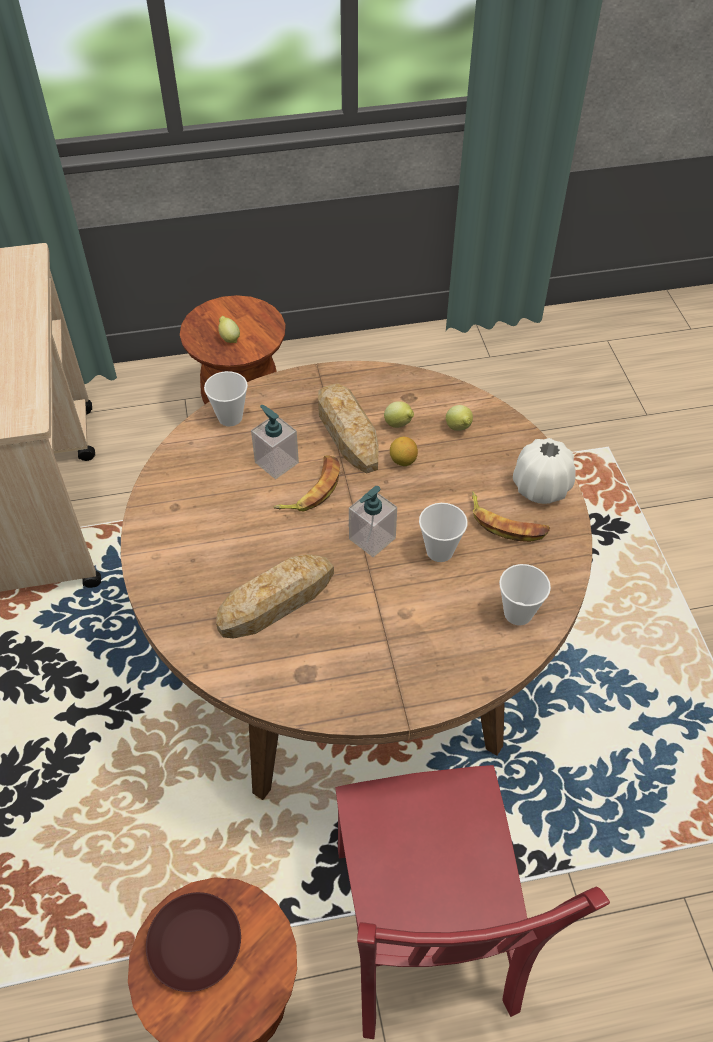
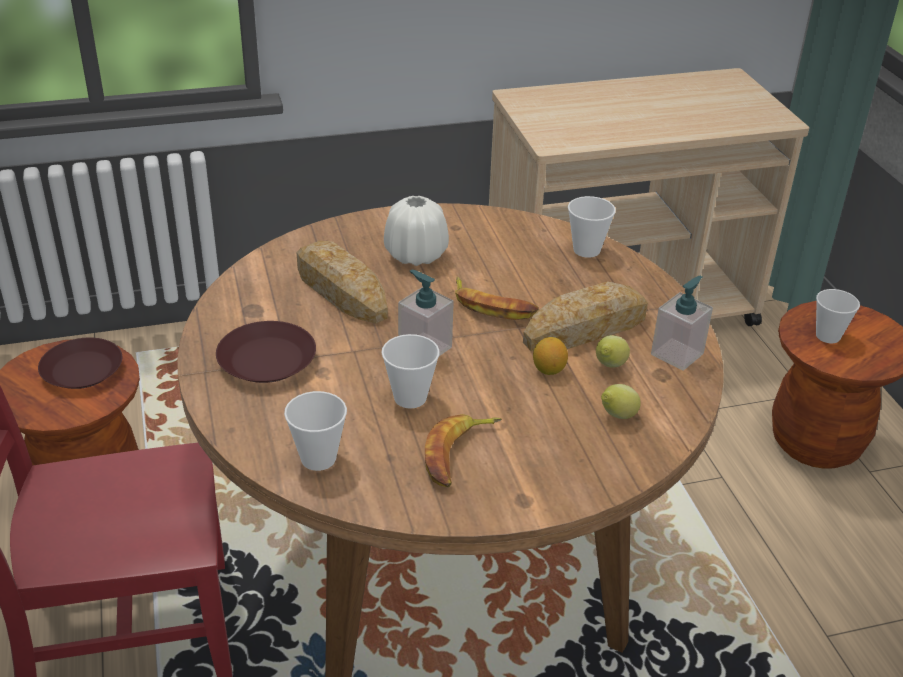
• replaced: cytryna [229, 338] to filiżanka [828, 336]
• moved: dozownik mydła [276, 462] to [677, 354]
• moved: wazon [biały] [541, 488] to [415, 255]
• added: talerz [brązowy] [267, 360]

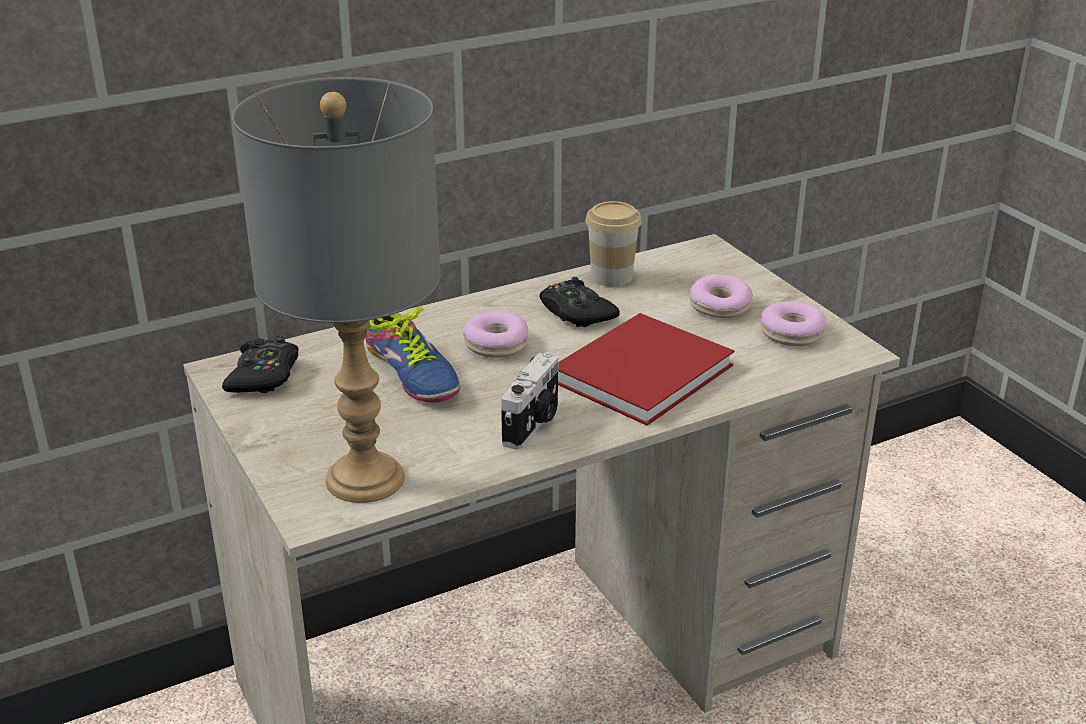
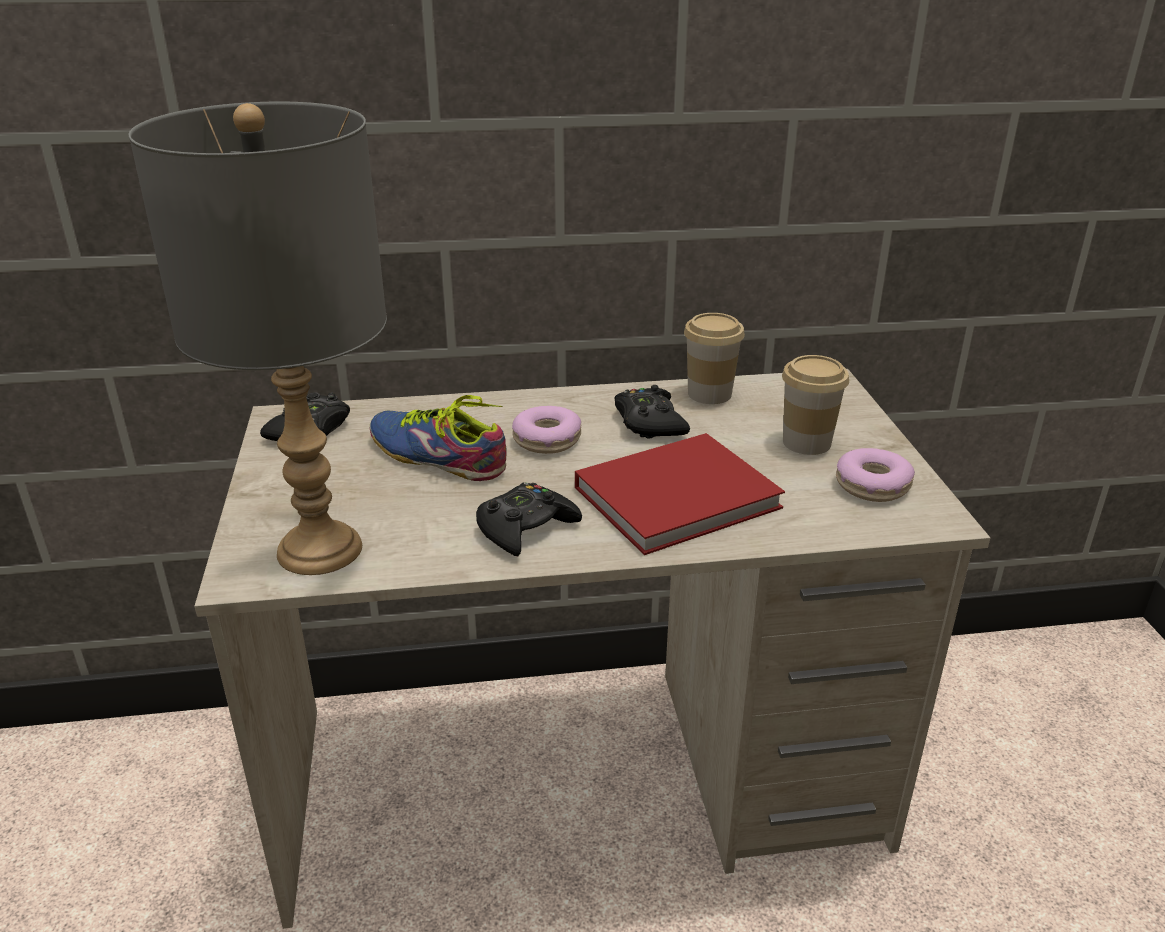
• turned: but [407, 374] = [440, 453] 135 degrees clockwise
• replaced: aparat fotograficzny [533, 424] to pad do gier [czarny] [525, 528]
• replaced: donut [719, 306] to filiżanka [806, 442]

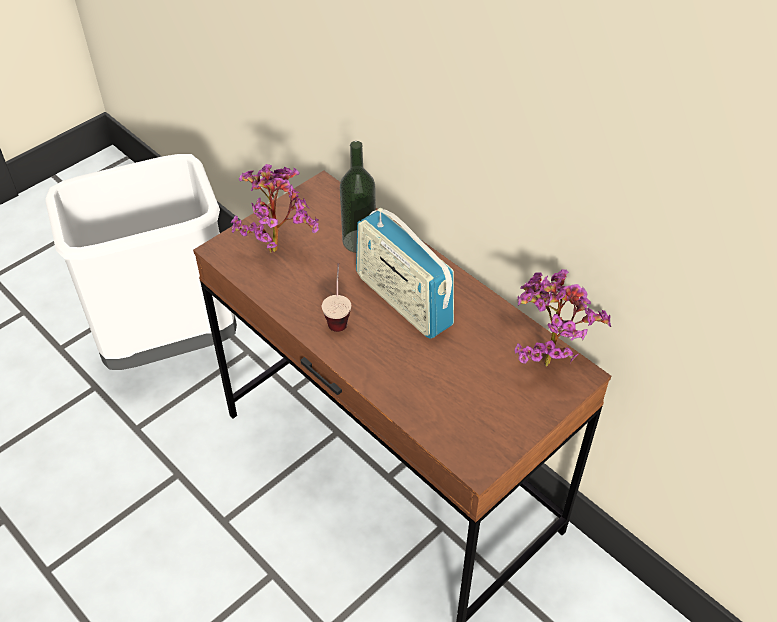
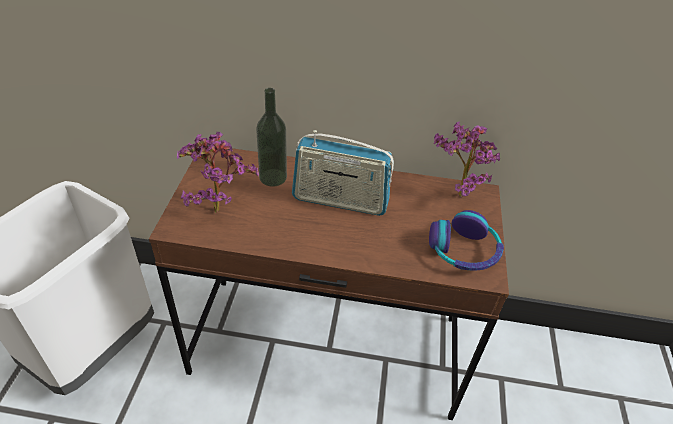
• removed: filiżanka [338, 315]
• added: słuchawki [464, 251]

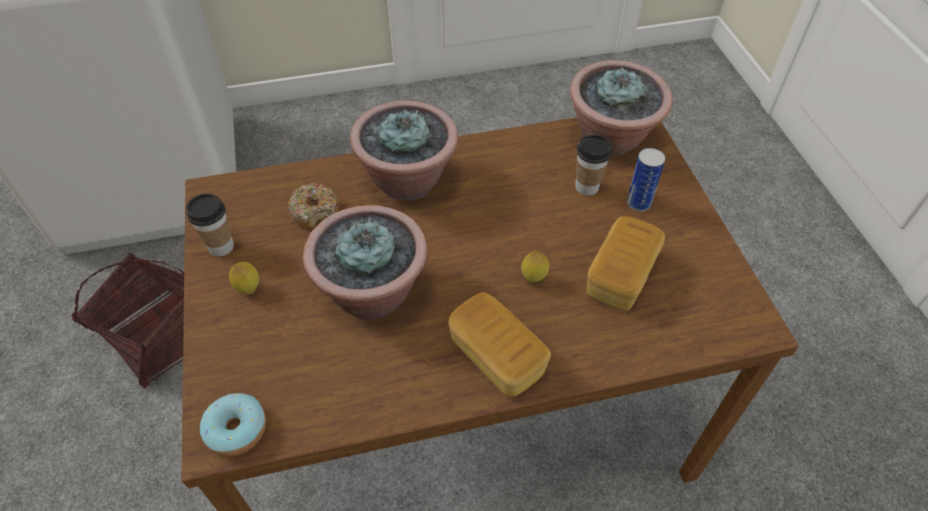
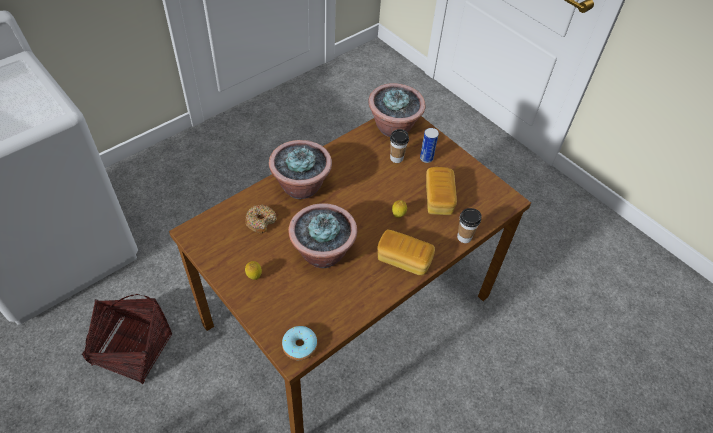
• moved: filiżanka [221, 246] to [464, 237]

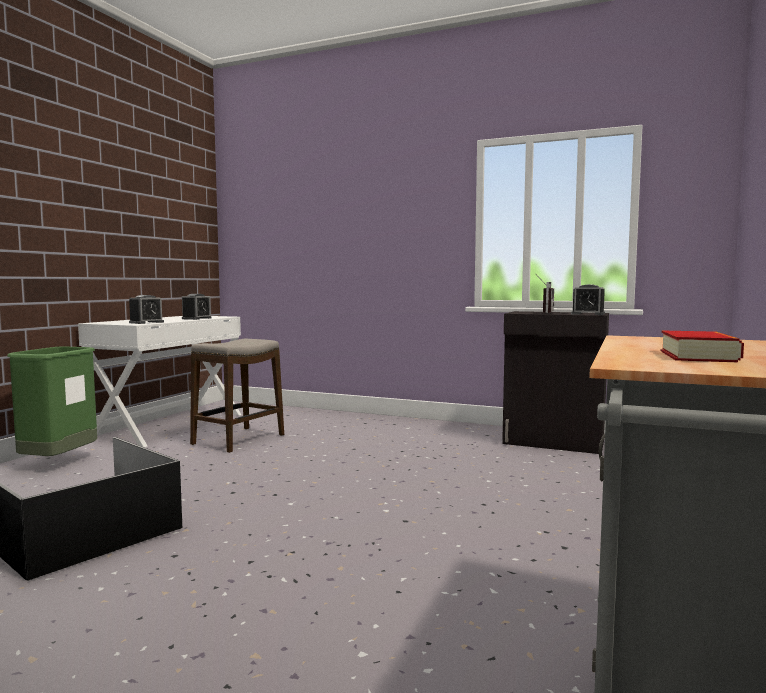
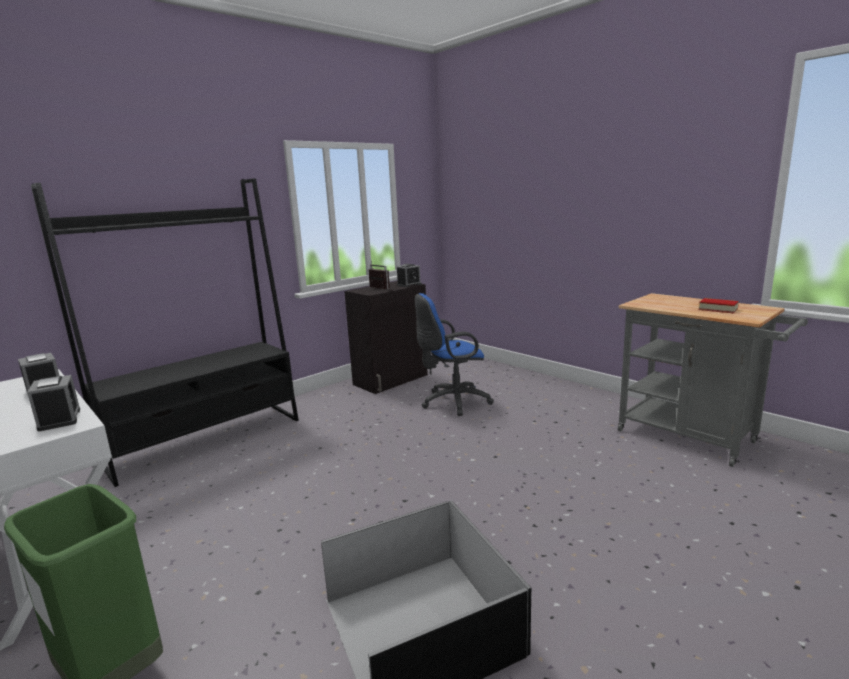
• removed: stołek [239, 440]
• added: regał [czarny] [207, 440]
• added: krzesło biurowe [niebieski] [452, 402]

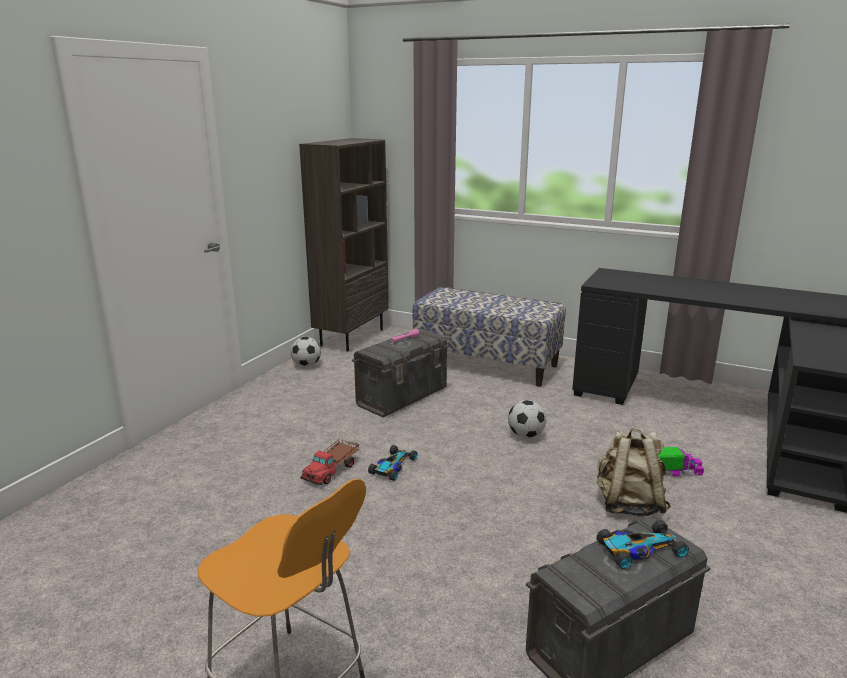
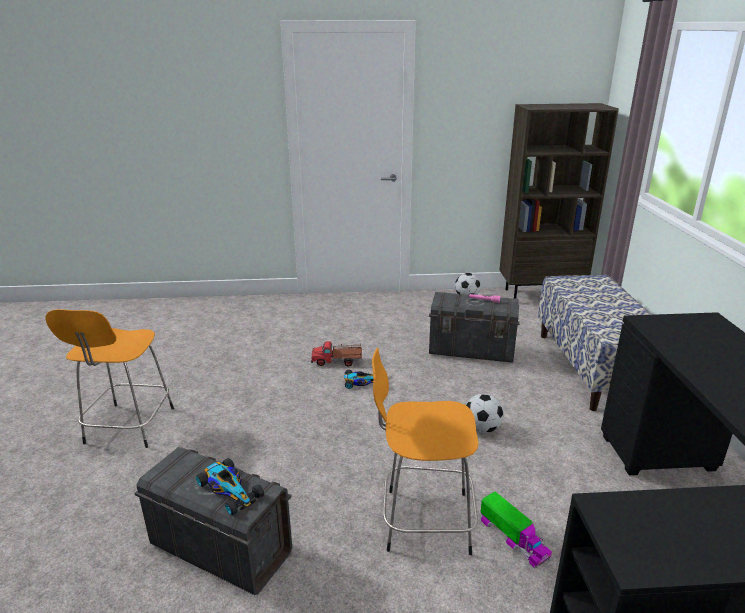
• replaced: plecak [beżowy] [628, 504] to stołek [pomarańczowy] [423, 520]

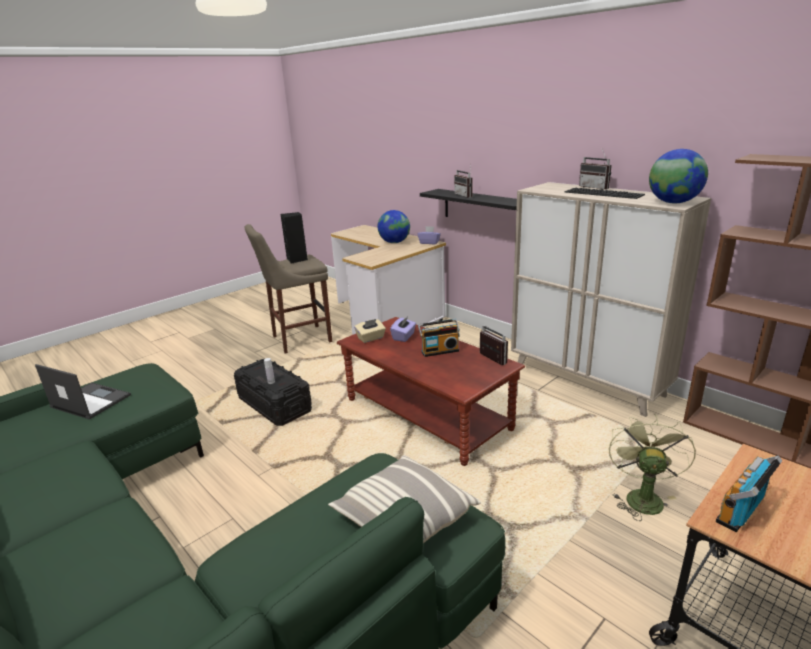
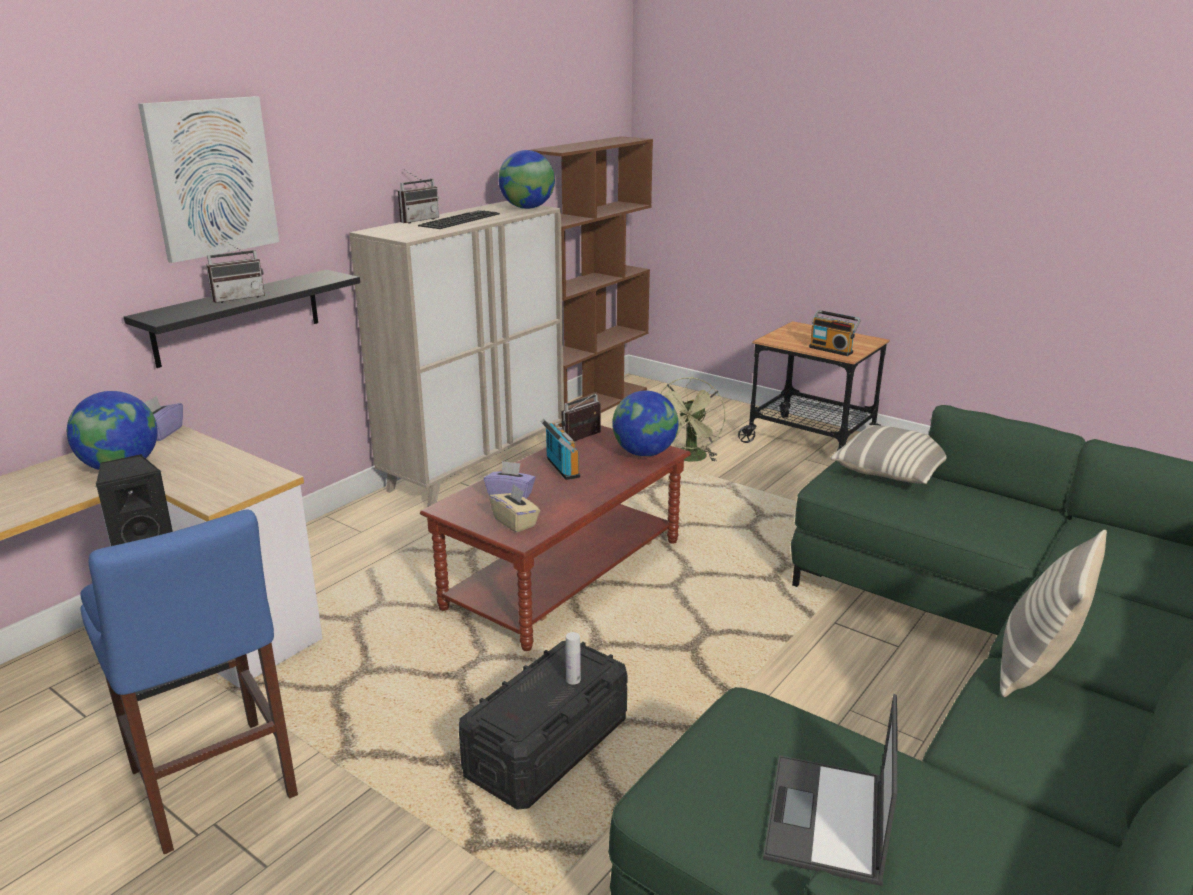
• recoloured: stołek [beżowy] [298, 339] to stołek [niebieski] [215, 788]
• turned: wentylator [zielony] [641, 496] = [689, 459] 75 degrees counterclockwise
• added: obraz [211, 177]
• added: globus [644, 453]
• added: poduszka [1035, 667]

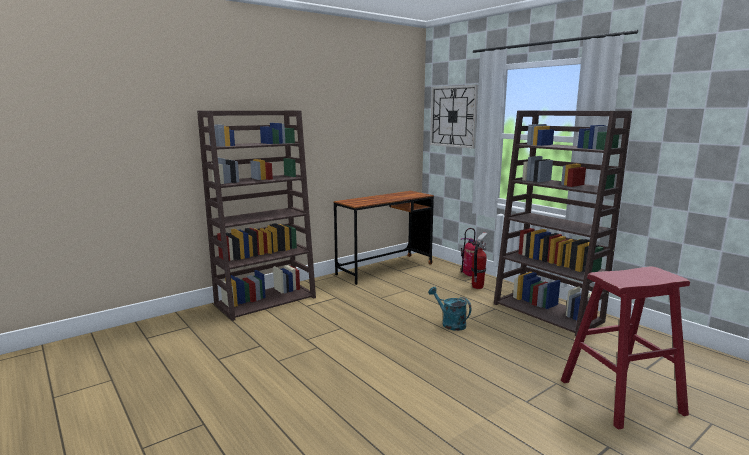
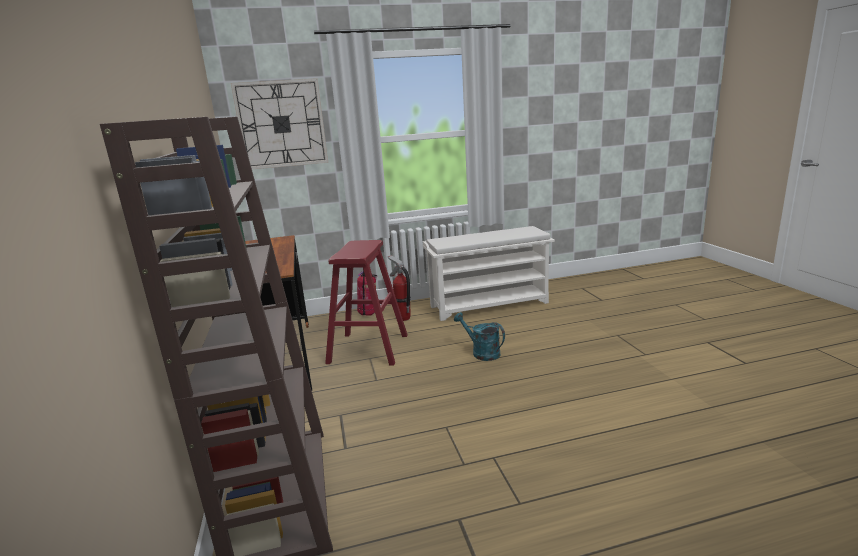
• turned: konewka [turkusowy] [450, 323] = [481, 352] 60 degrees clockwise
• replaced: regał [brązowy] [548, 313] to regał na buty [biały] [489, 304]
• moved: stołek [czerwony] [620, 397] to [368, 349]

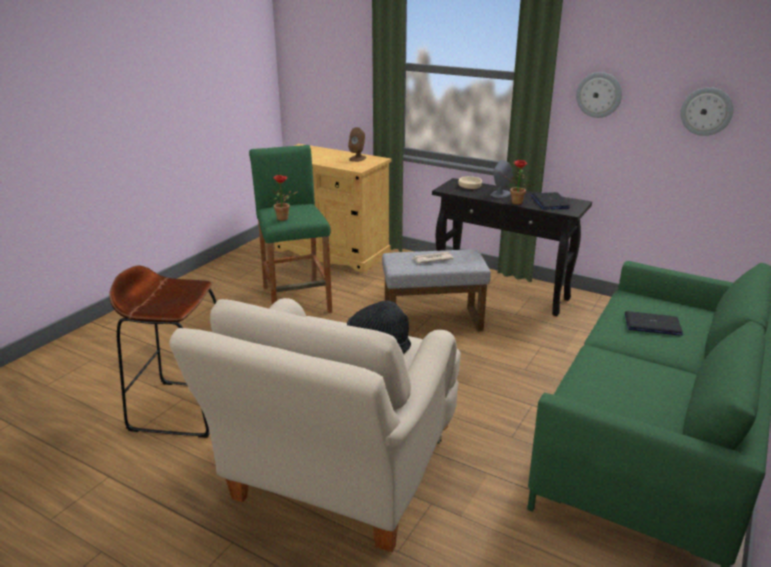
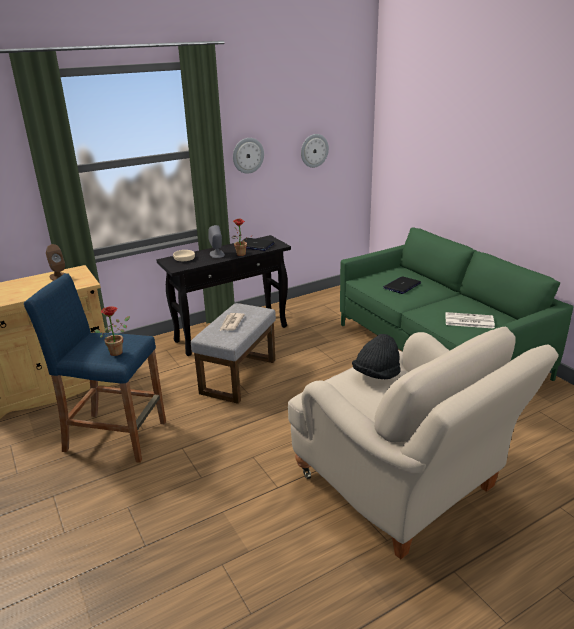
• removed: stołek [brązowy] [184, 408]
• recoloured: stołek [zielony] [296, 299] to stołek [niebieski] [116, 436]
• added: gazeta [468, 321]

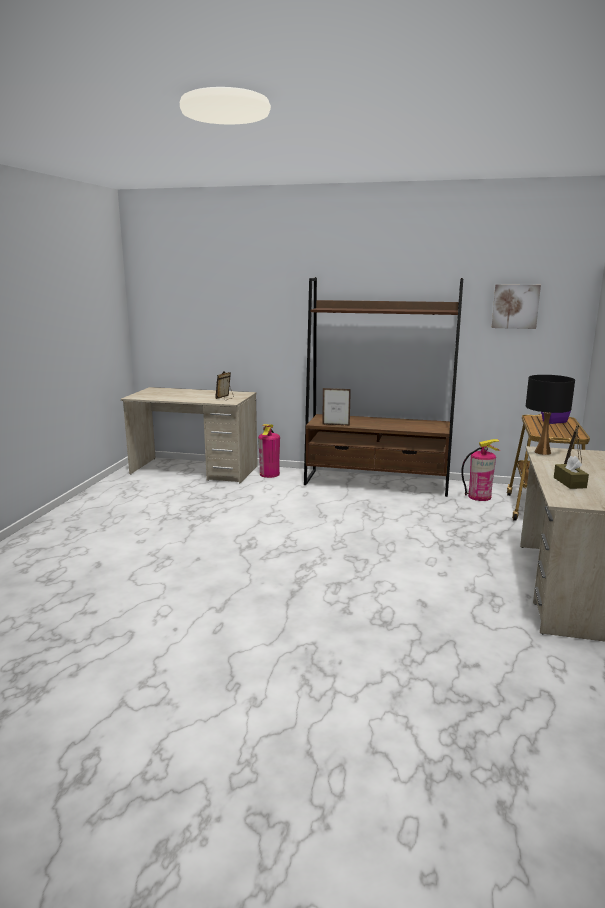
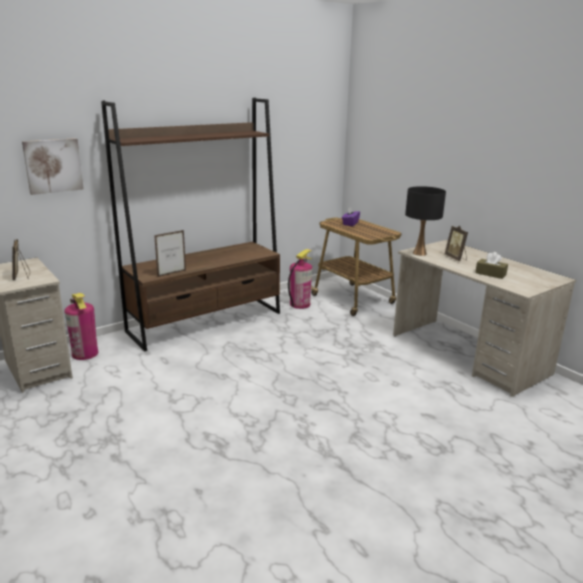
• moved: obraz [515, 306] to [53, 165]

